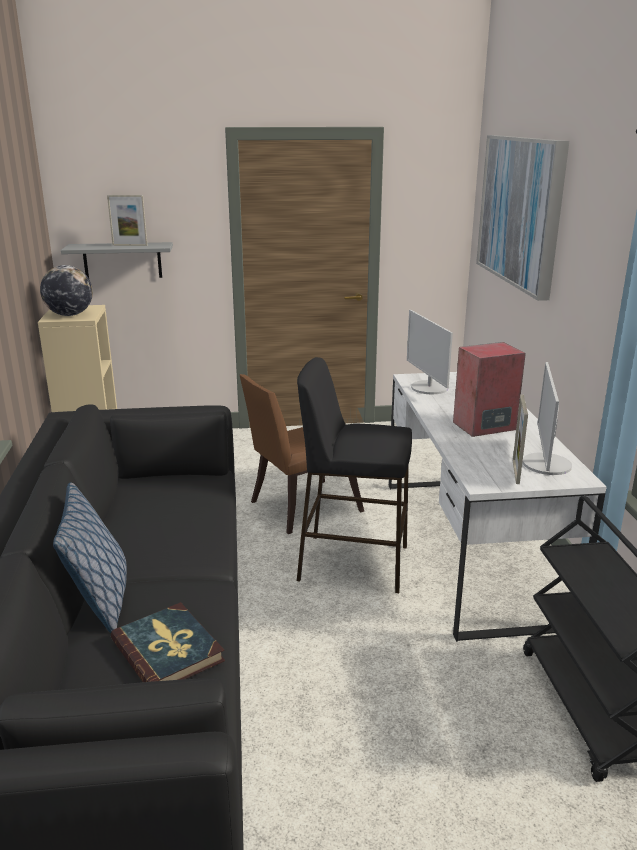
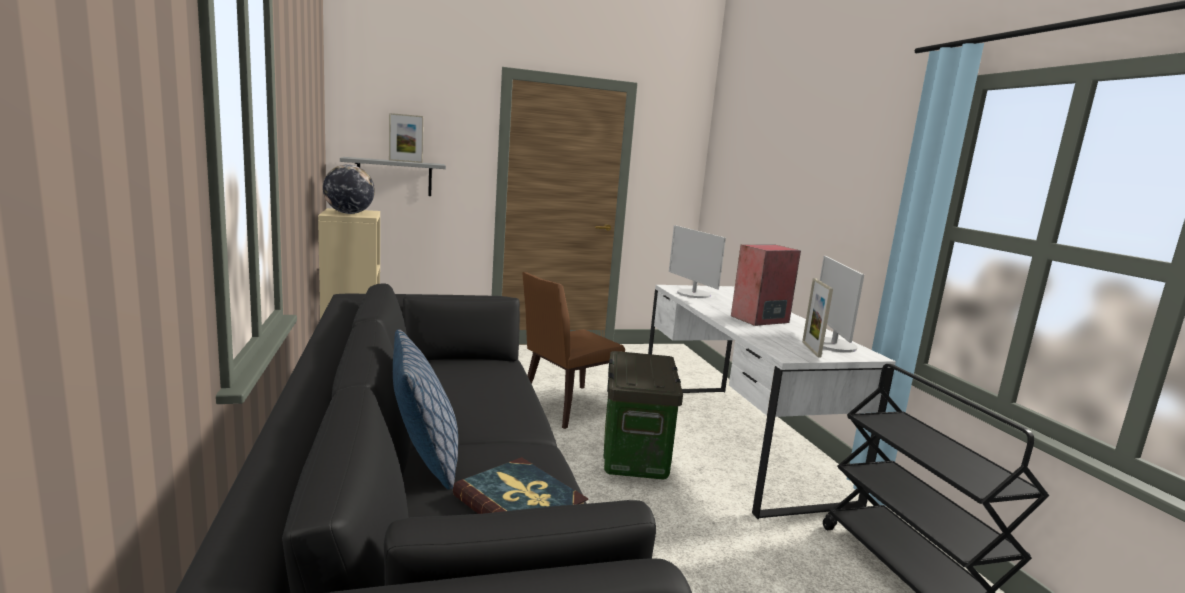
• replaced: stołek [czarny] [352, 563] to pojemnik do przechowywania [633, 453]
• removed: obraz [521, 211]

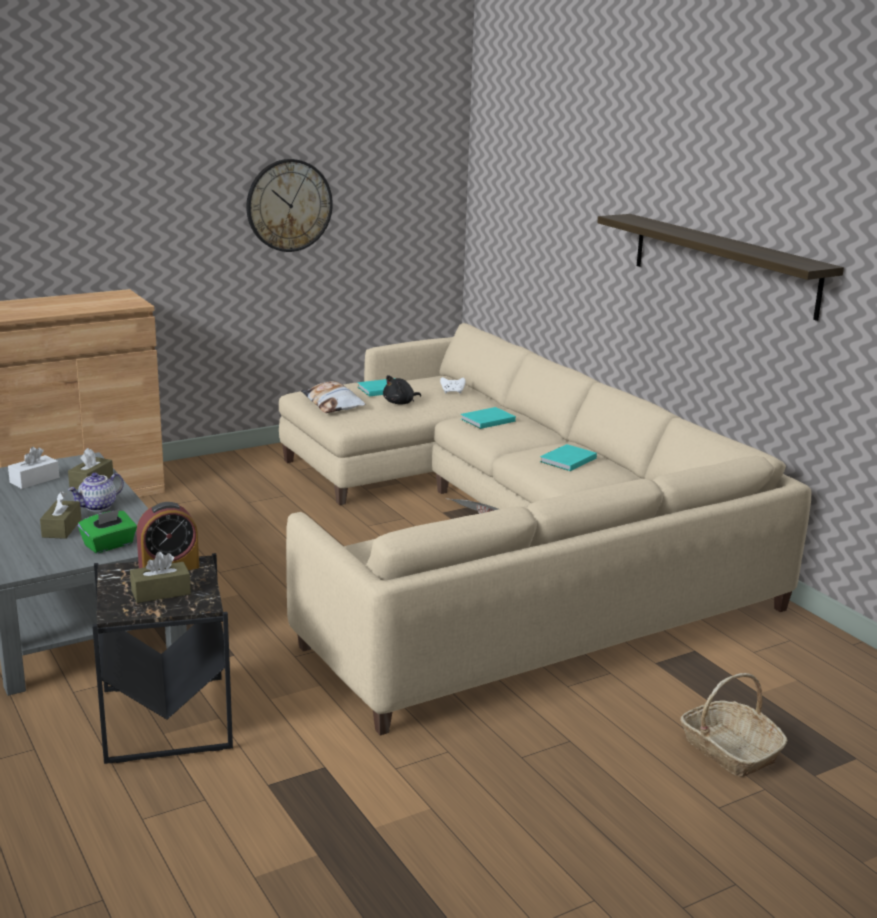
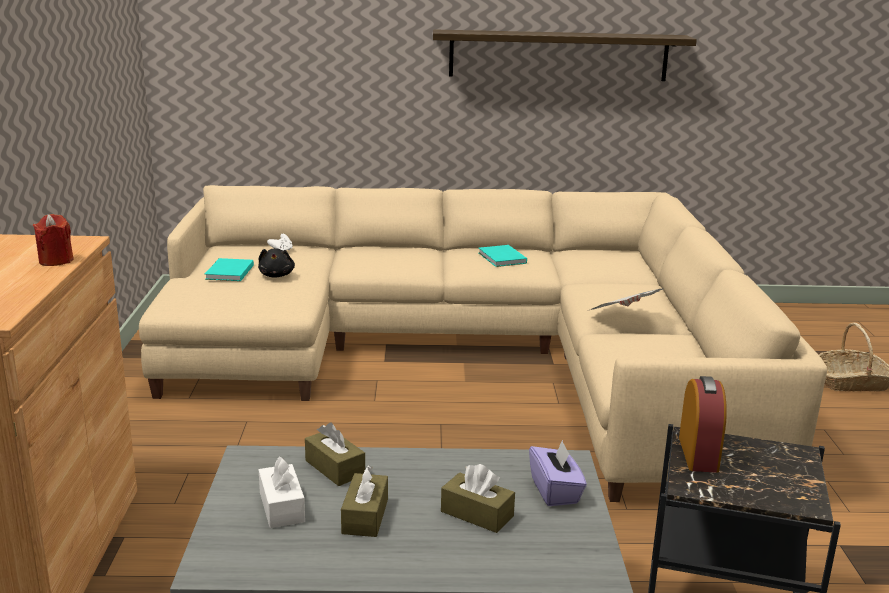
• removed: imbryk [98, 507]
• recoloured: pudełko chusteczek [zielony] [109, 545] to pudełko chusteczek [fioletowy] [555, 491]
• moved: pudełko chusteczek [brązowy] [161, 592] to [365, 516]
• removed: zegar ścienny [289, 205]
• removed: poduszka [333, 404]
• removed: książka [turkusowy] [486, 420]
• added: świeca [czerwony] [56, 261]

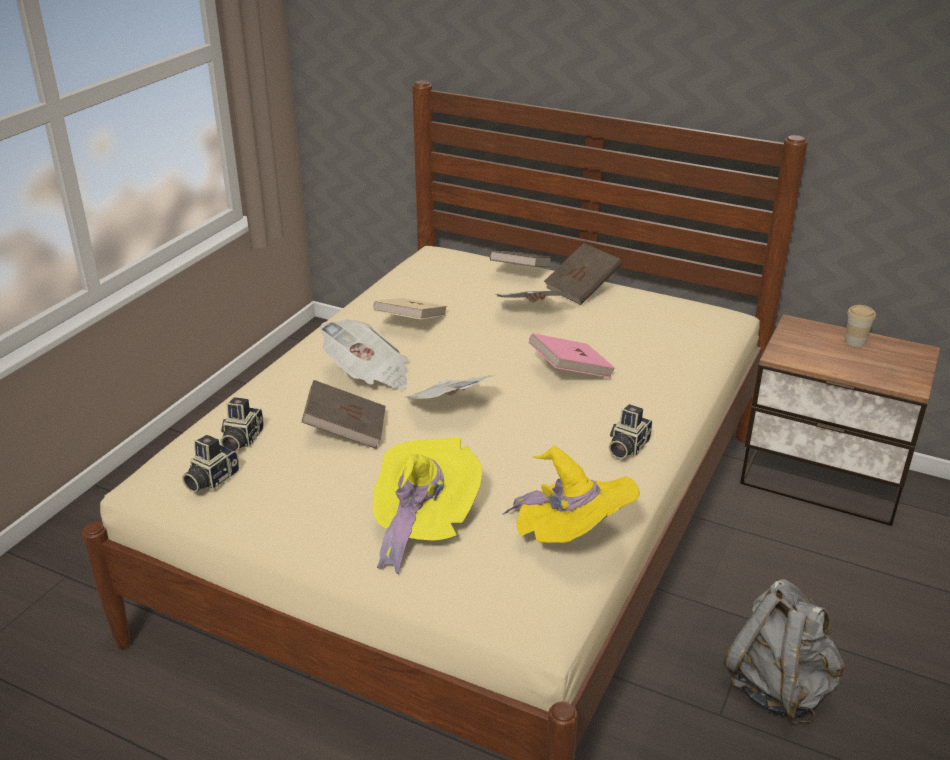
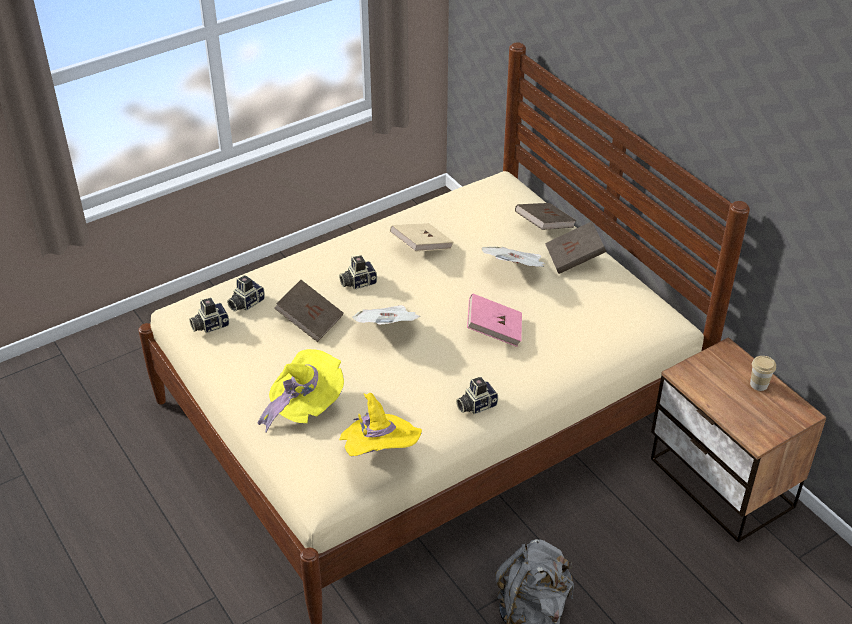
• replaced: gazeta [368, 375] to aparat fotograficzny [358, 282]

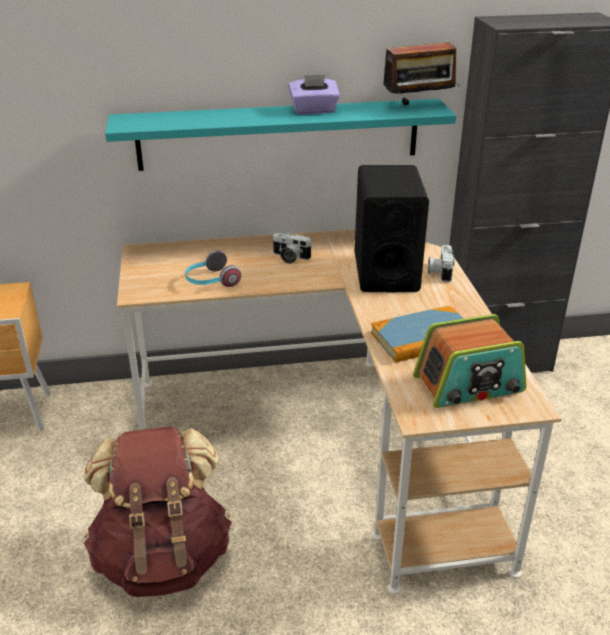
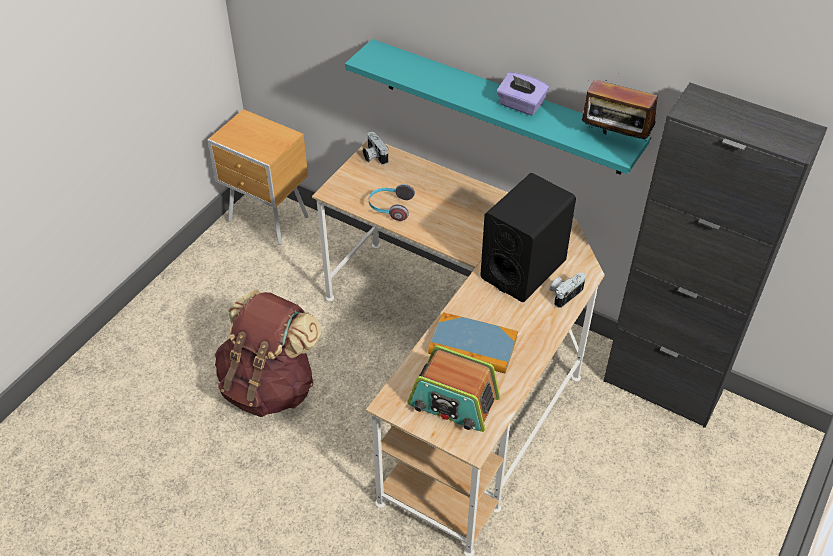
• moved: aparat fotograficzny [290, 258] to [373, 156]

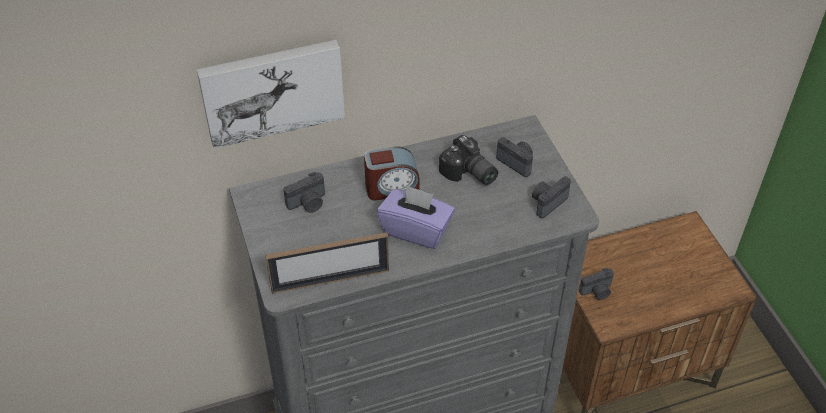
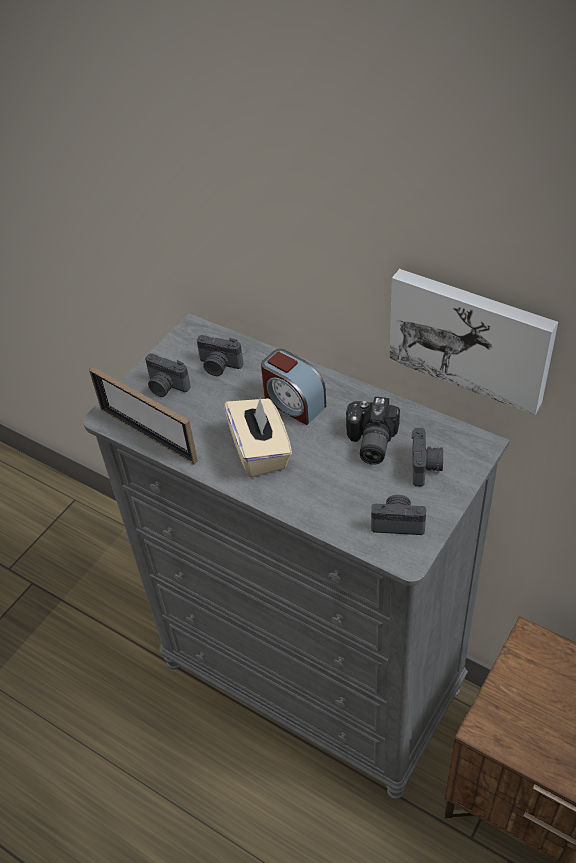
• moved: obraz [272, 90] to [471, 337]
• recoloured: pudełko chusteczek [fioletowy] [416, 230] to pudełko chusteczek [beżowy] [260, 451]
• moved: aparat fotograficzny [597, 292] to [166, 387]

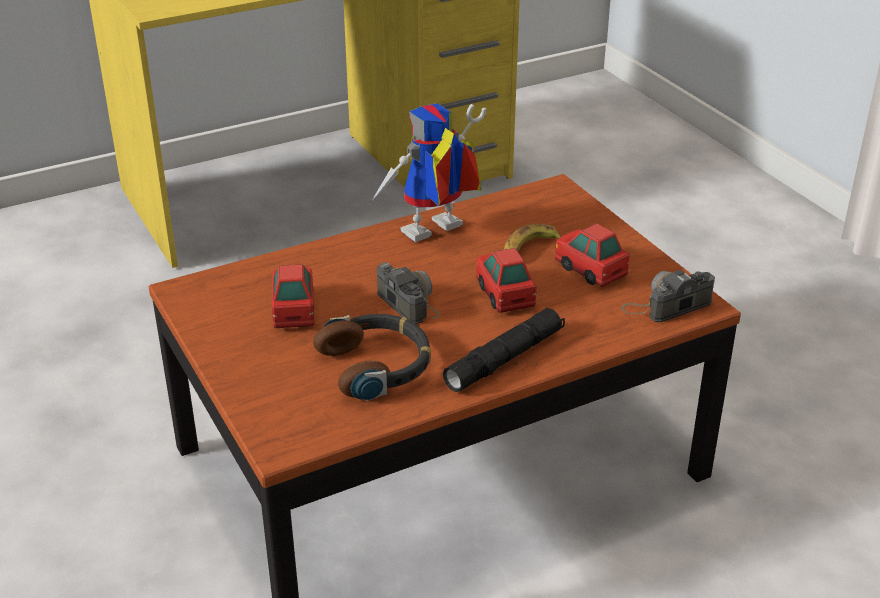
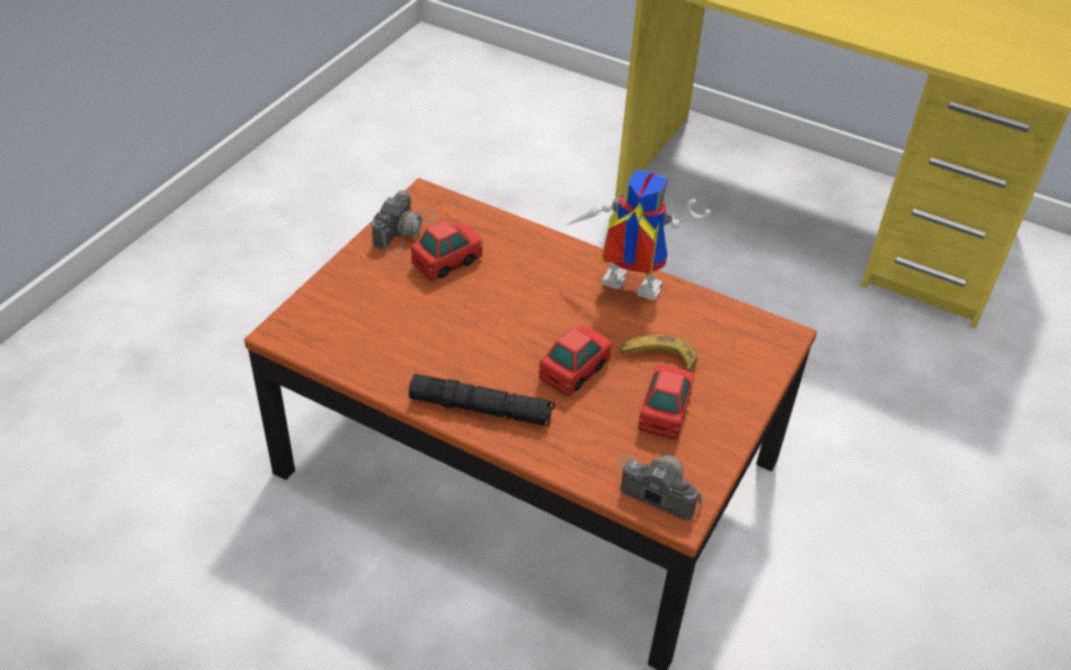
• removed: słuchawki [377, 365]
• moved: aparat fotograficzny [407, 299] to [404, 230]

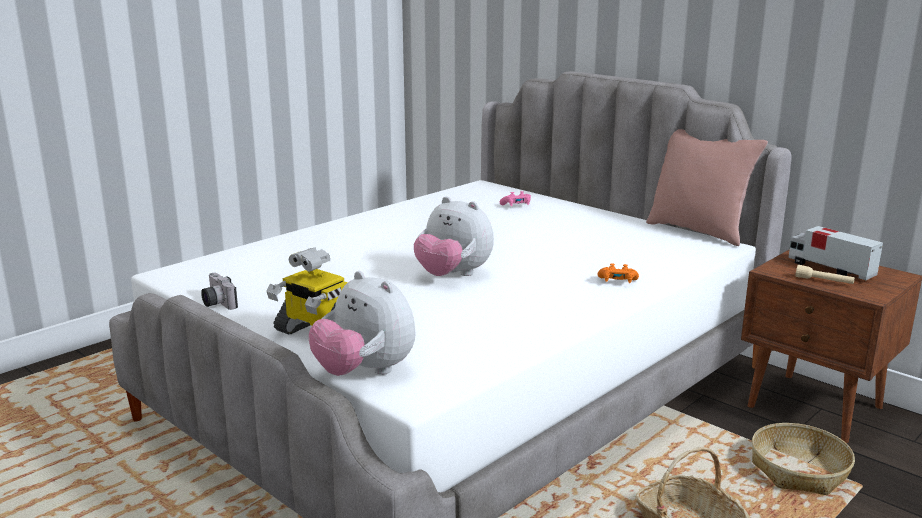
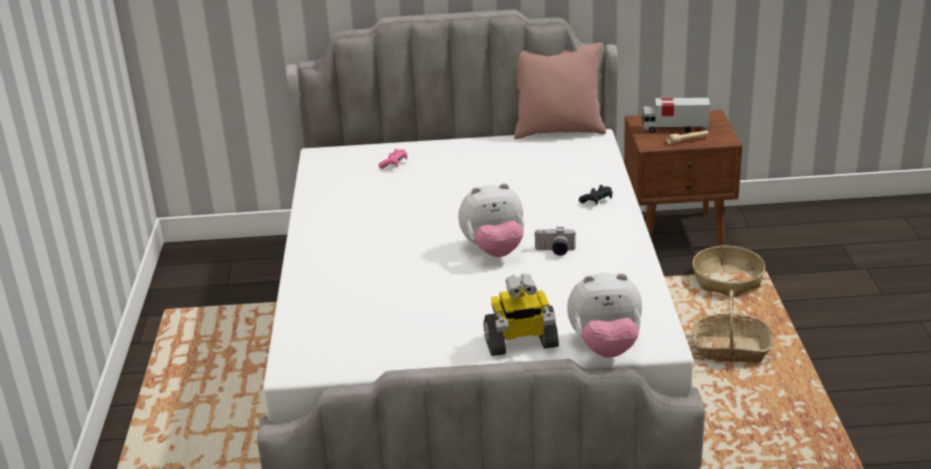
• moved: aparat fotograficzny [216, 303] to [555, 251]
• recoloured: pad do gier [pomarańczowy] [617, 282] to pad do gier [czarny] [597, 201]

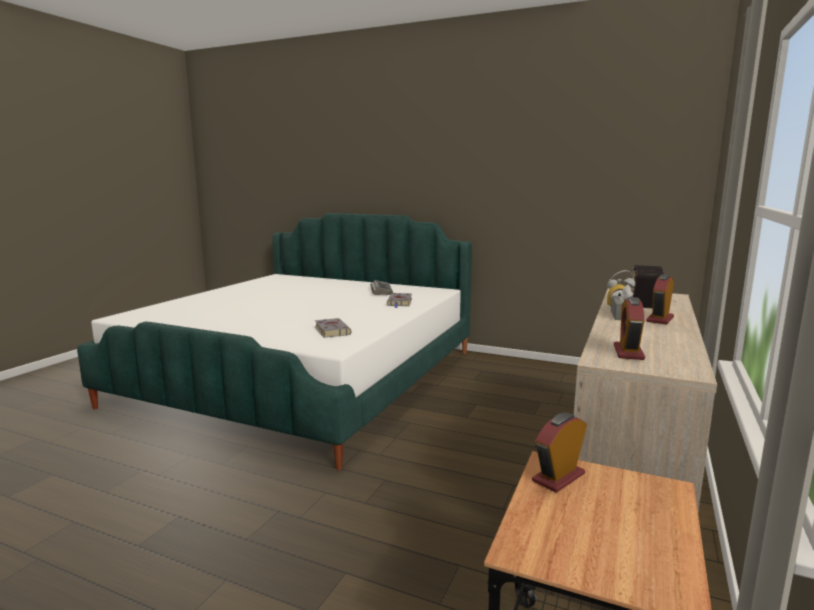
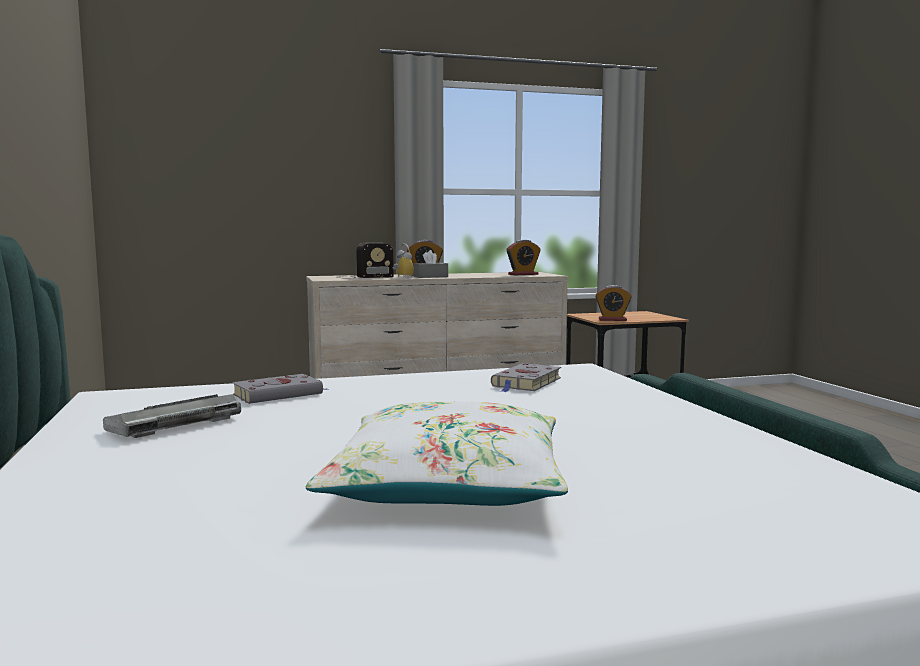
• added: poduszka [biały] [448, 484]

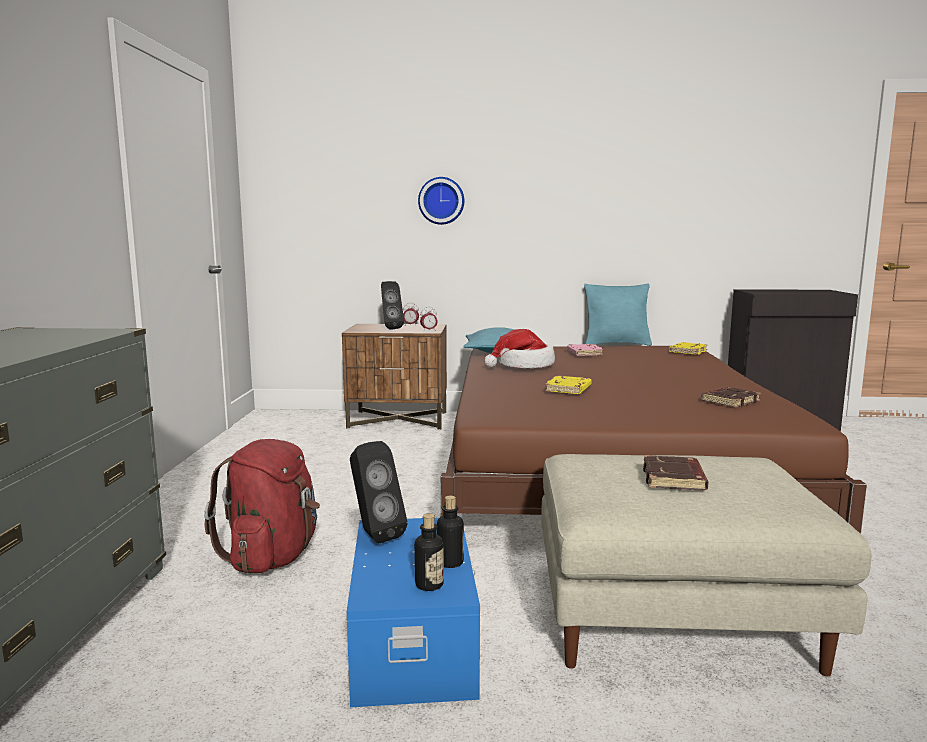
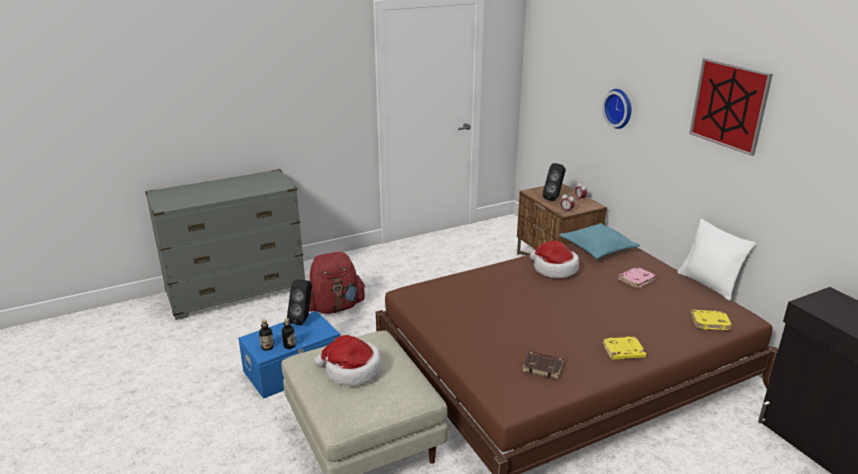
• moved: książka [żółty] [569, 389] to [623, 351]
• recoloured: poduszka [turkusowy] [616, 344] to poduszka [biały] [708, 284]
• replaced: książka [brązowy] [675, 479] to kapelusz [351, 370]
• added: obraz [729, 105]

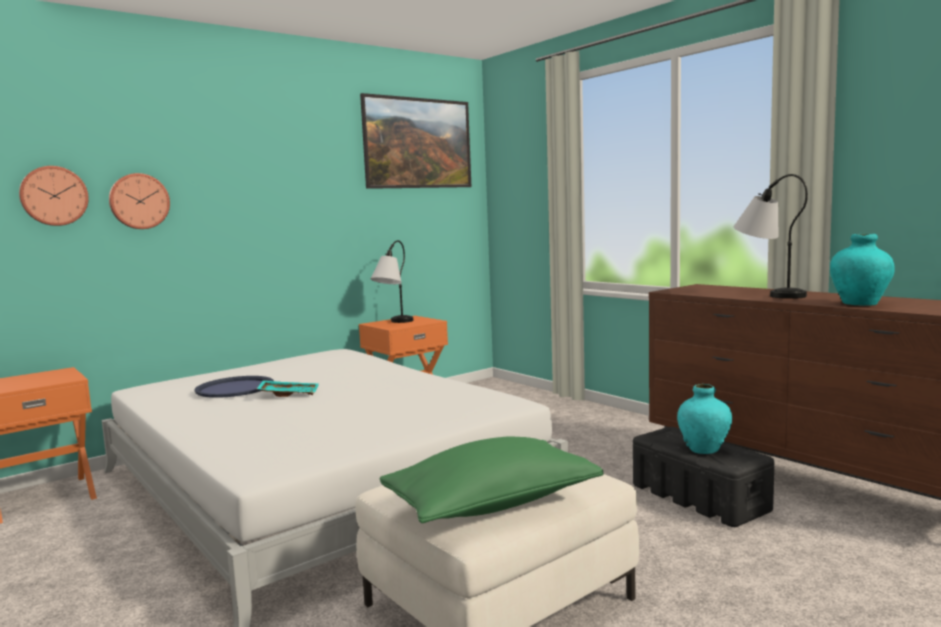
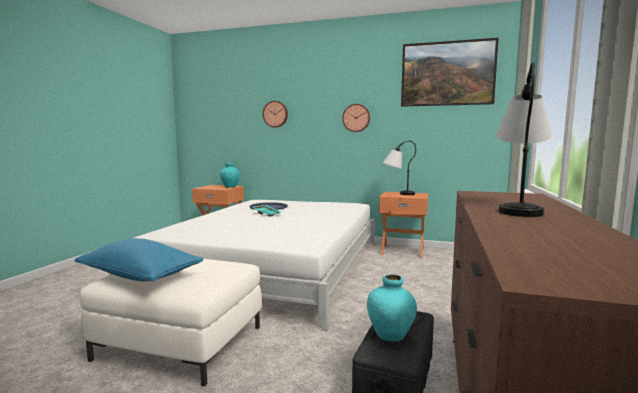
• moved: zegar ścienny [54, 196] to [356, 118]
• recoloured: poduszka [zielony] [492, 504] to poduszka [niebieski] [140, 276]
• moved: wazon [turkusowy] [859, 304] to [230, 187]

